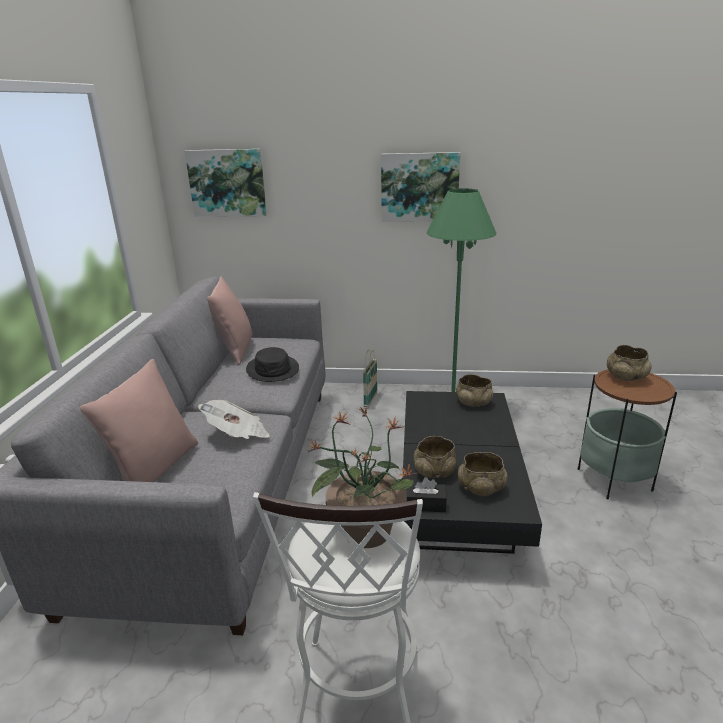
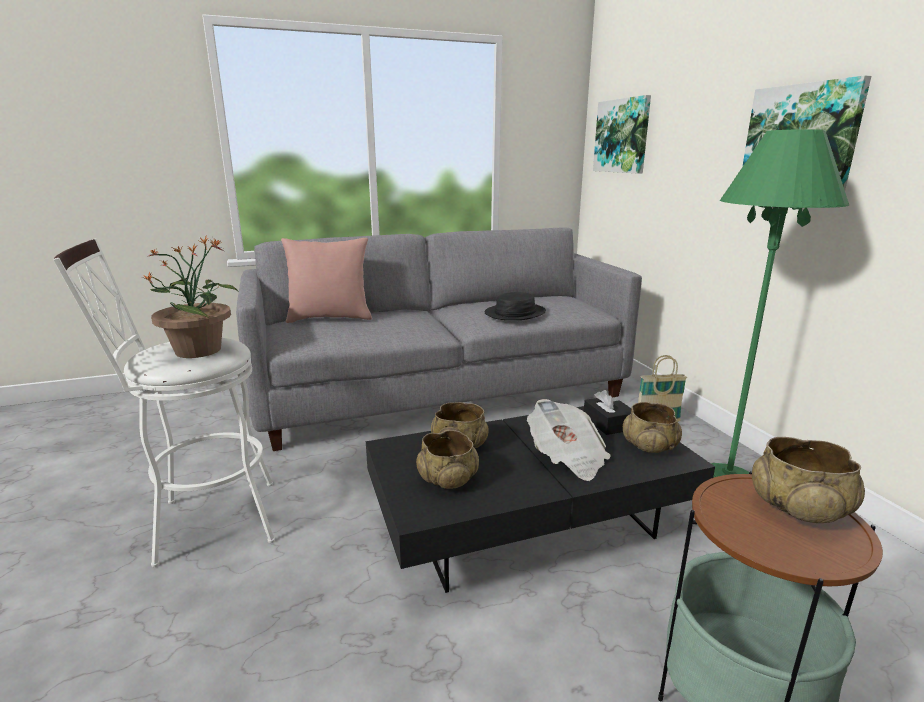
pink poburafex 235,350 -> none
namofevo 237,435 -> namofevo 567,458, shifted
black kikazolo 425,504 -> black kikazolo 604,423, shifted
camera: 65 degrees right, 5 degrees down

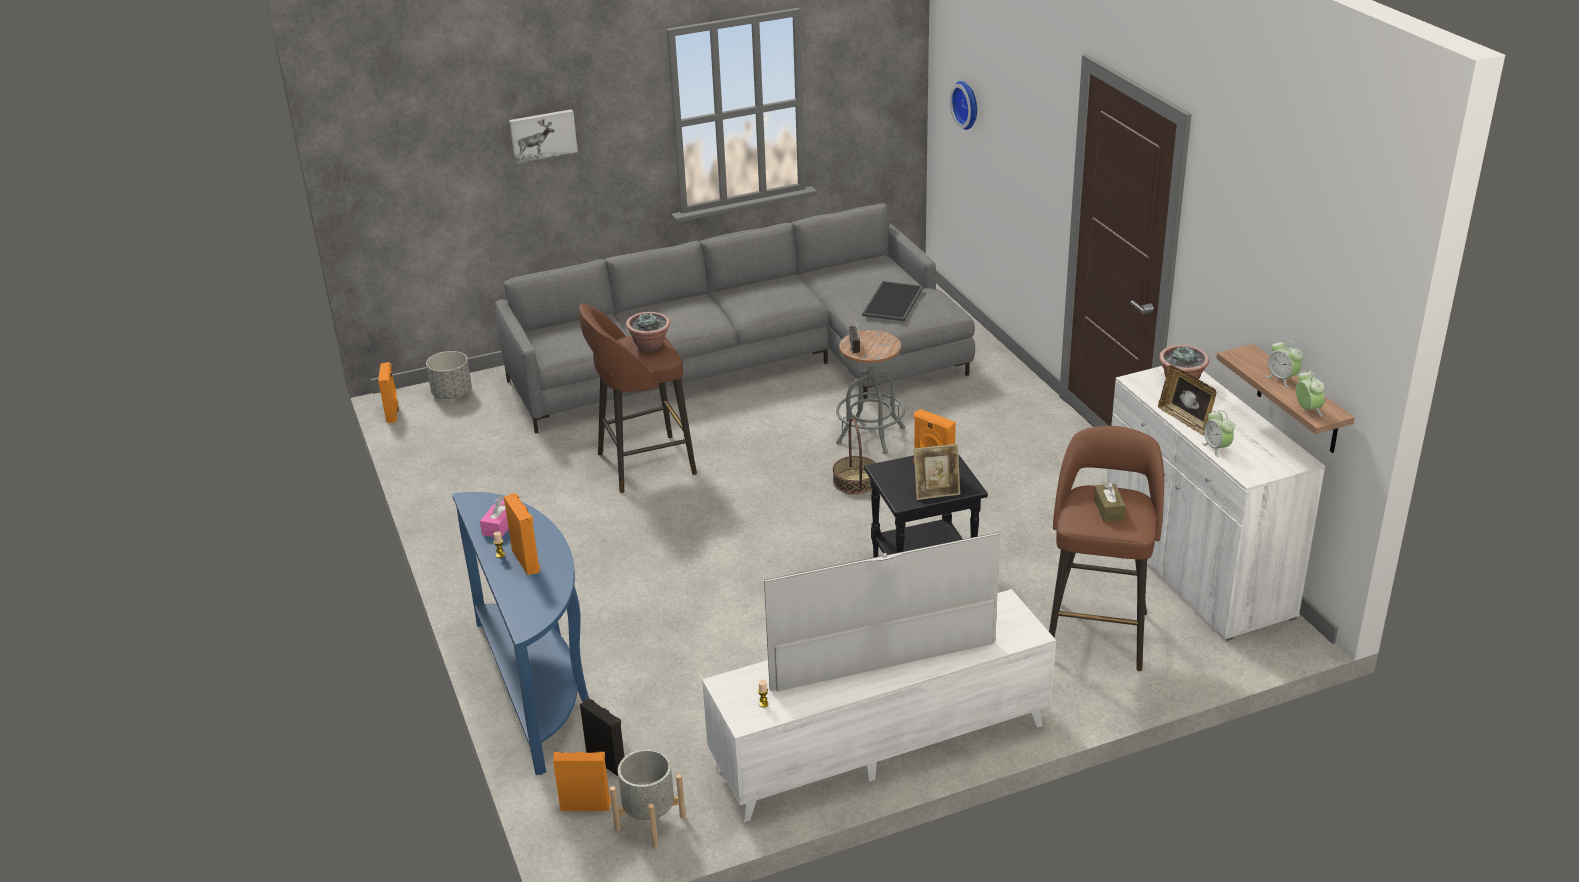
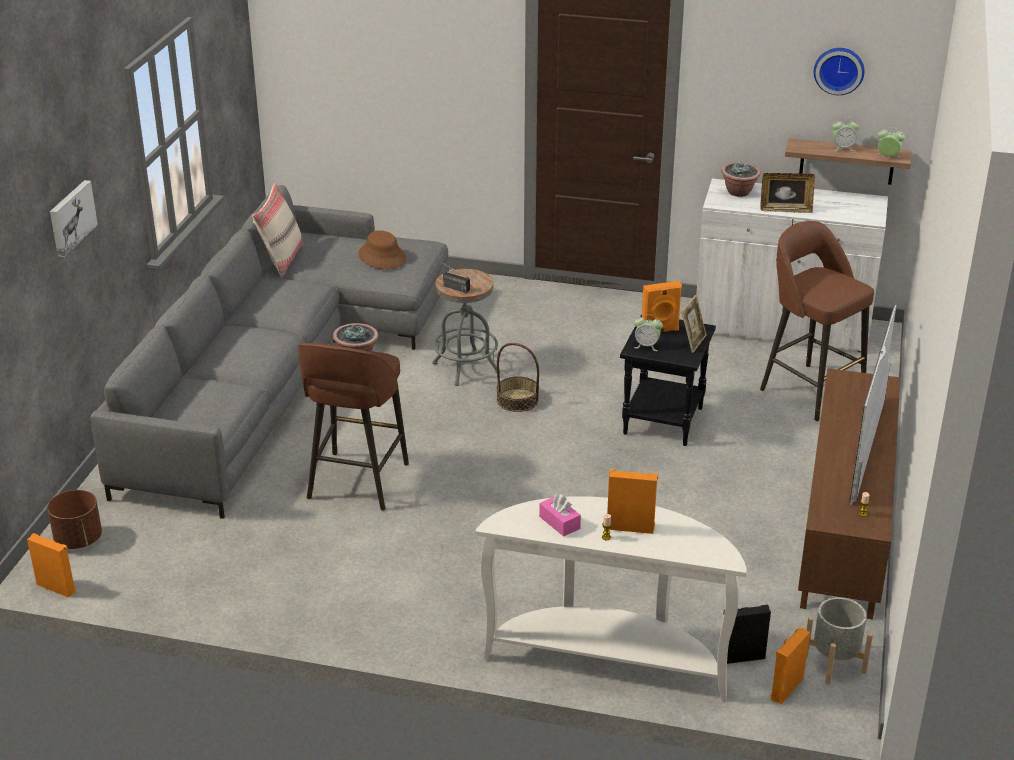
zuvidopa 967,104 -> zuvidopa 839,69, shifted
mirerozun 894,302 -> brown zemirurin 382,257
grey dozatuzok 452,394 -> brown dozatuzok 78,540
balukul 1216,448 -> balukul 646,346, shifted
brown kikazolo 1108,509 -> none
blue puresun 538,687 -> white puresun 609,657
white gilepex 881,746 -> brown gilepex 845,525
none -> beige poburafex 281,260
camera: 55 degrees left, 0 degrees up

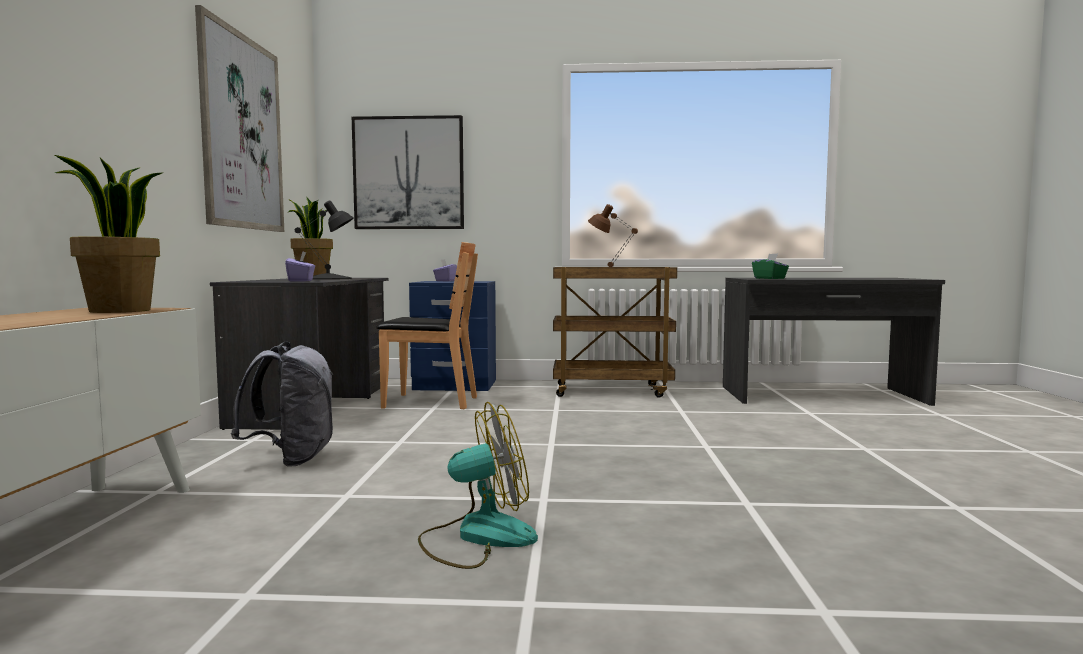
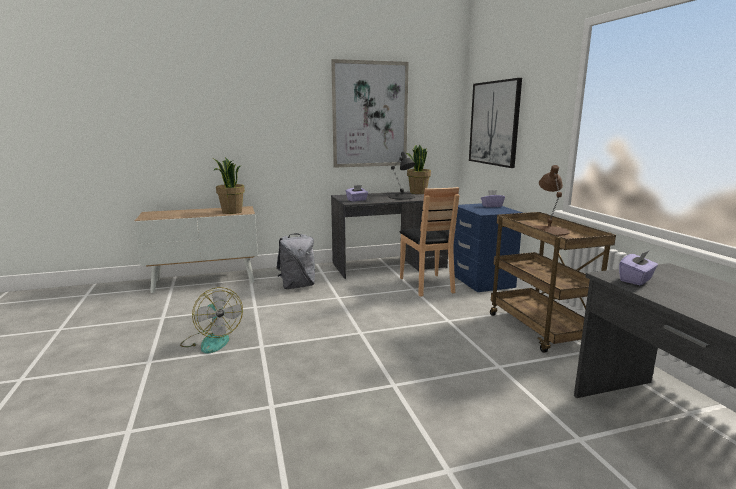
green kikazolo 769,278 -> purple kikazolo 636,280
camera: 70 degrees right, 10 degrees up

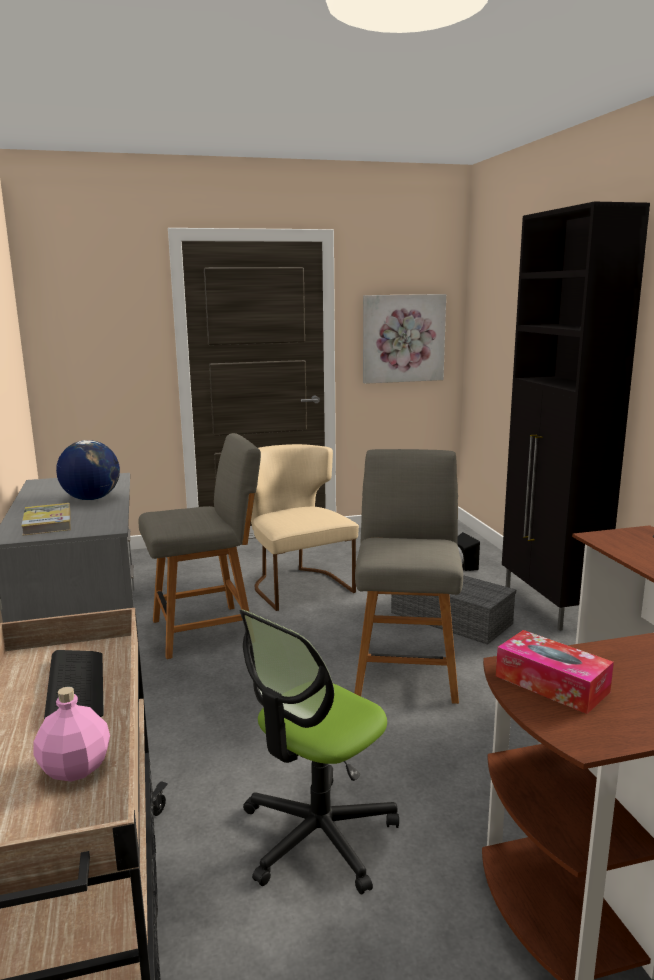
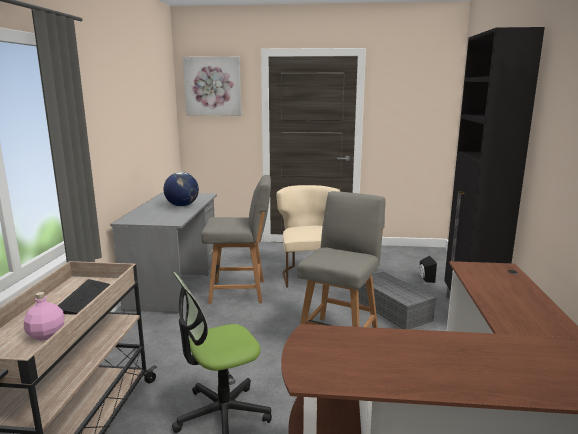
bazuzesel 403,338 -> bazuzesel 213,86, shifted
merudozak 47,522 -> none
kikazolo 551,684 -> none
camera: 20 degrees right, 0 degrees up

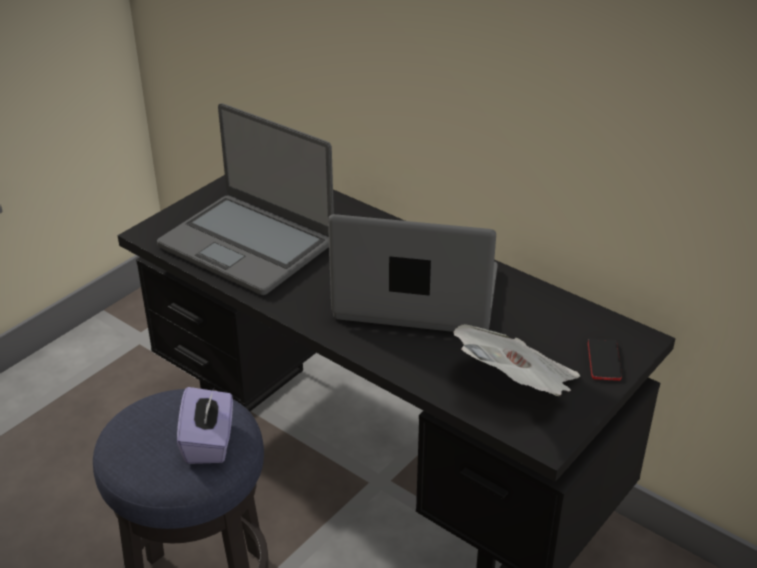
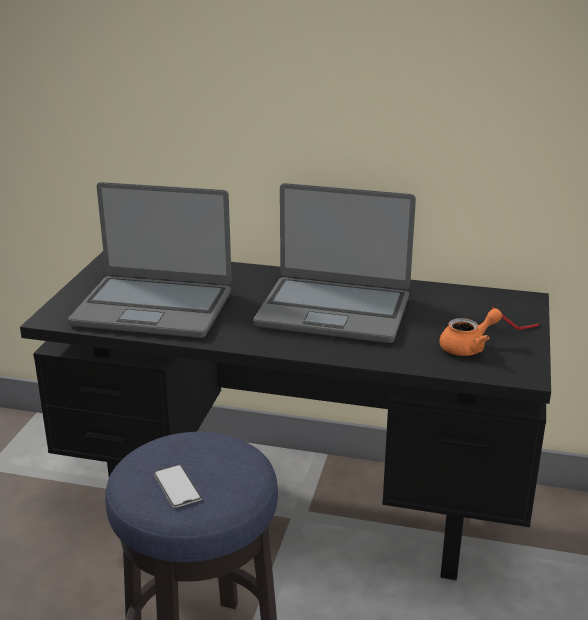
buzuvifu 416,296 -> buzuvifu 334,310, 150 degrees counterclockwise
namofevo 517,385 -> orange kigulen 468,347
purple kikazolo 209,442 -> none
none -> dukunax 177,486
camera: 25 degrees left, 10 degrees down

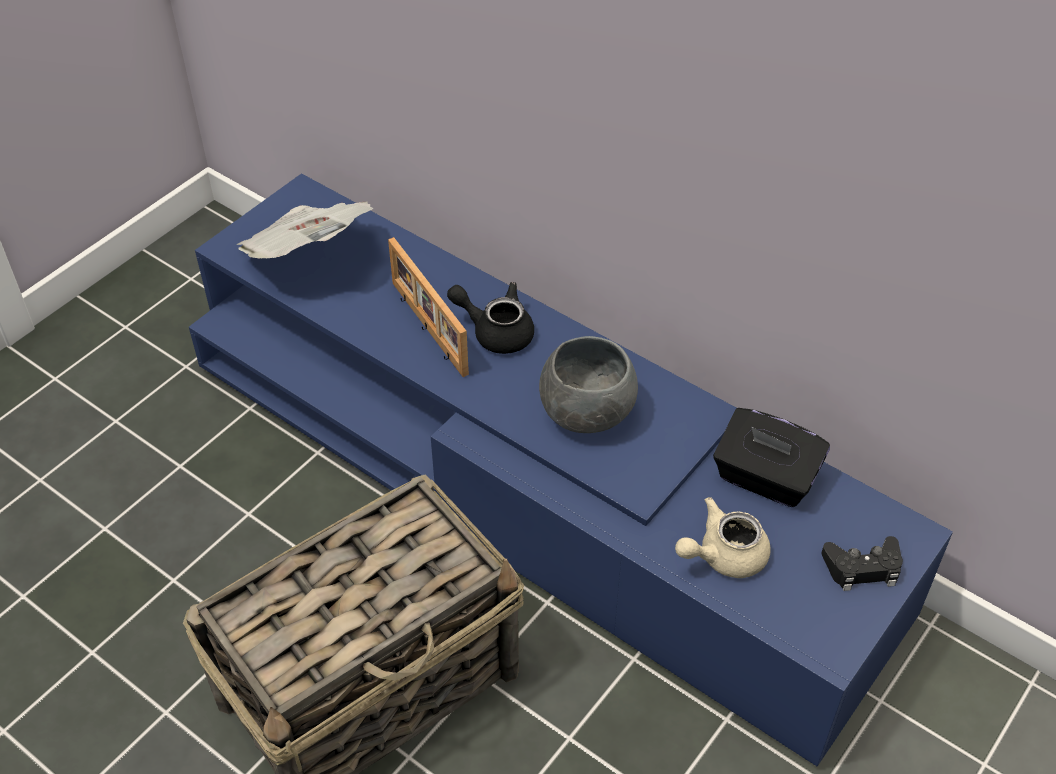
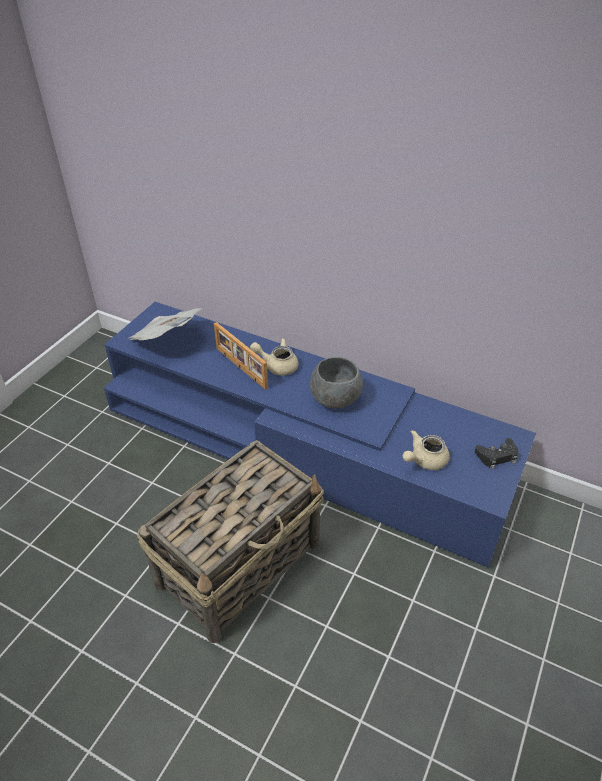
black kigulen 496,331 -> beige kigulen 277,365
black kikazolo 765,478 -> none
camera: 10 degrees left, 5 degrees down

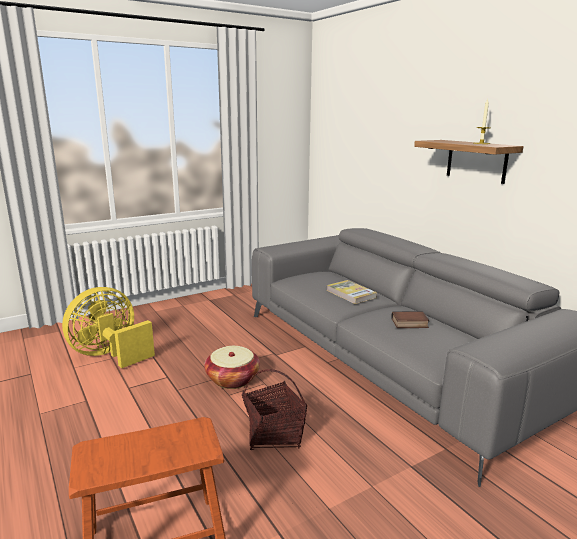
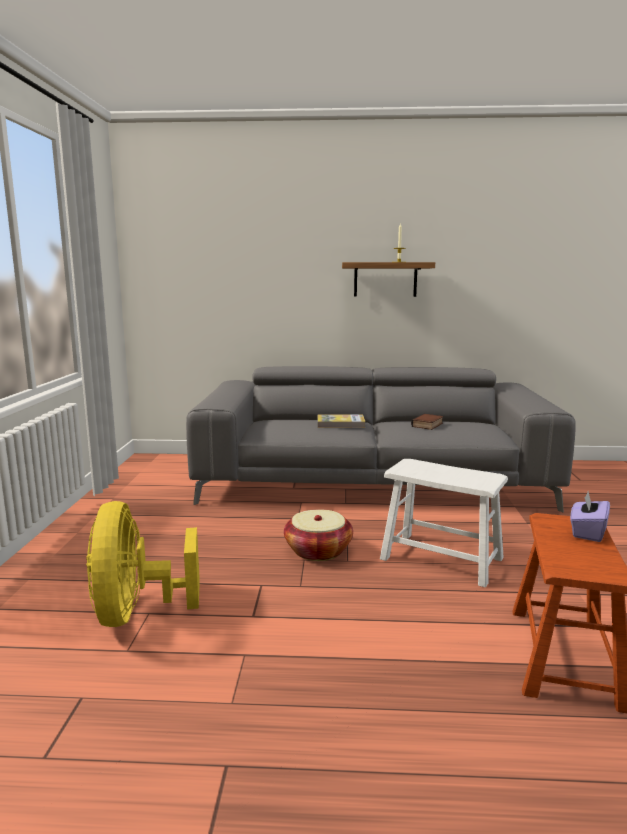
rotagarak 274,434 -> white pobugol 441,558
none -> purple kikazolo 587,532
camera: 55 degrees left, 5 degrees down

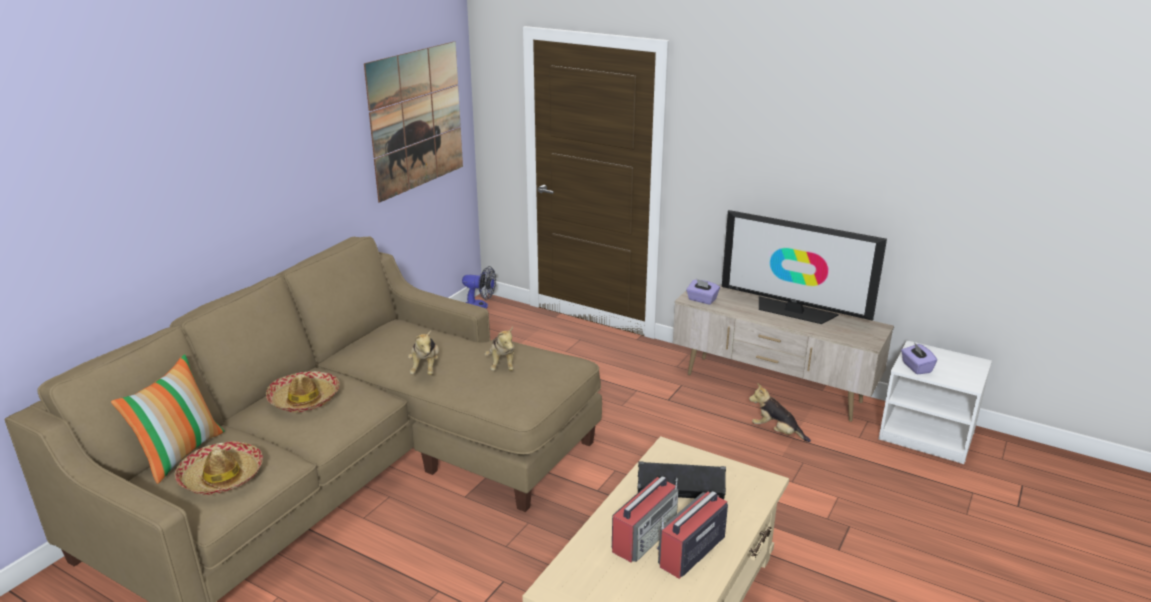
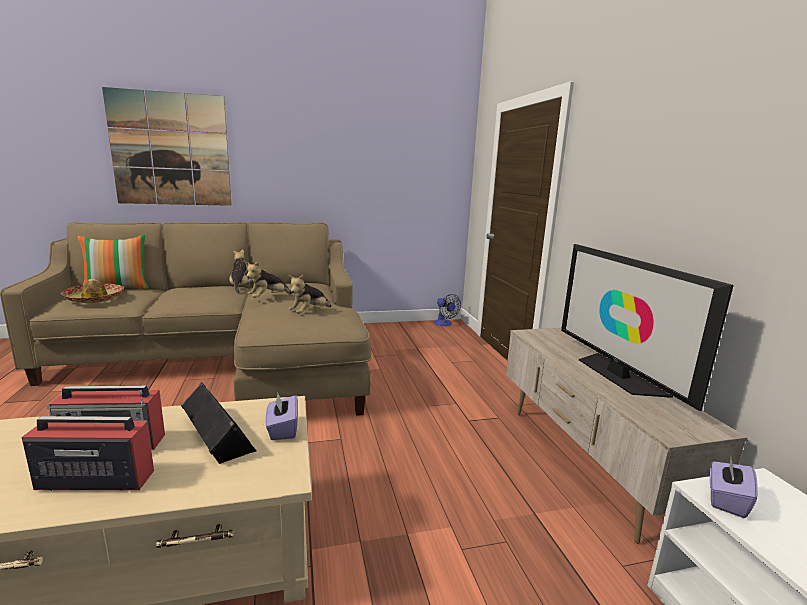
bazuzesel 416,119 -> bazuzesel 171,150, shifted
purple kikazolo 702,300 -> purple kikazolo 282,429, shifted
zemirurin 304,399 -> none
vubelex 776,432 -> vubelex 240,287, shifted
camera: 45 degrees right, 10 degrees down

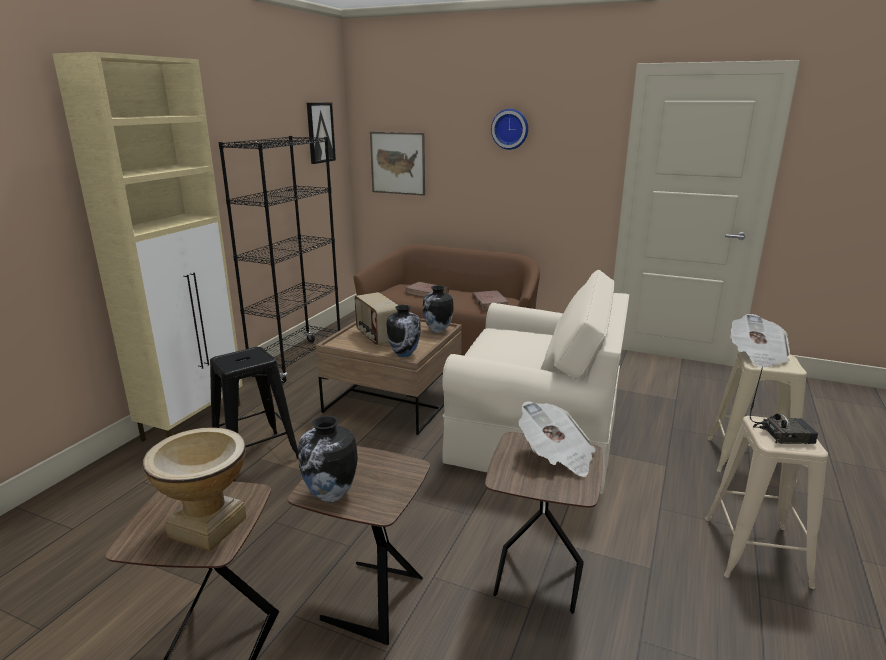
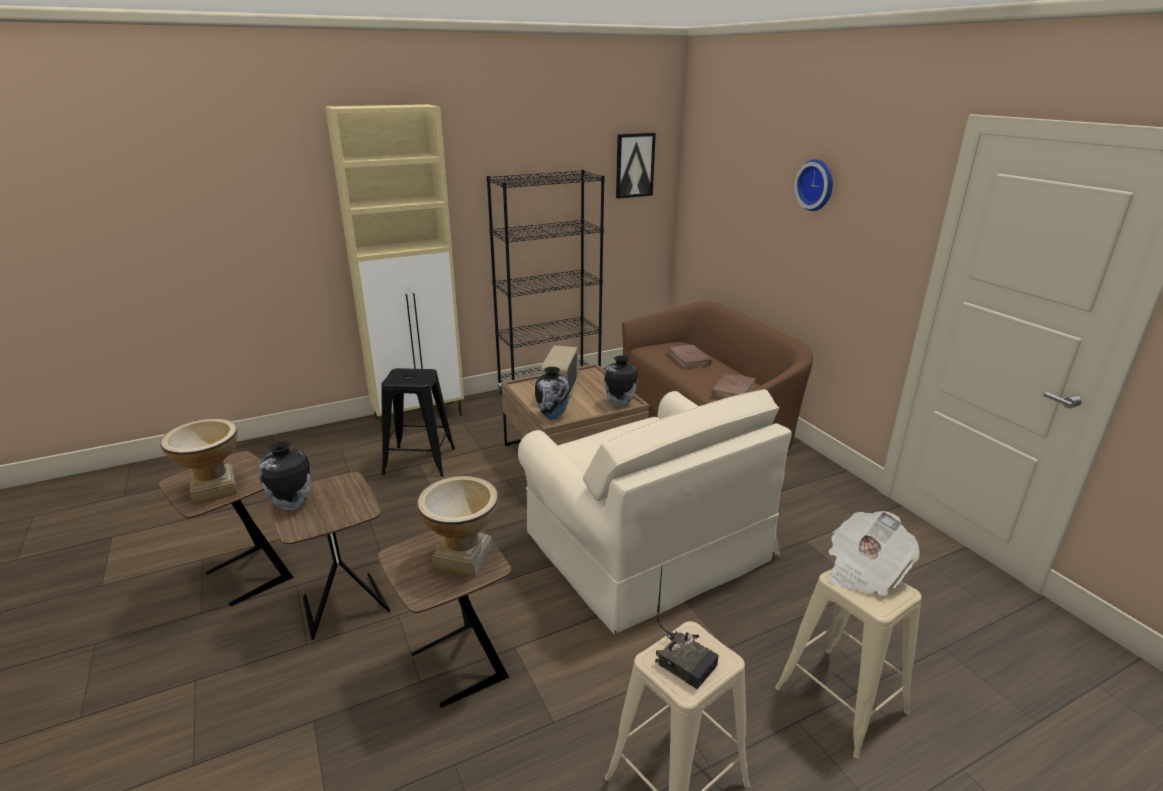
bazuzesel 397,163 -> none
namofevo 556,456 -> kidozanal 463,559
camera: 40 degrees right, 5 degrees up

